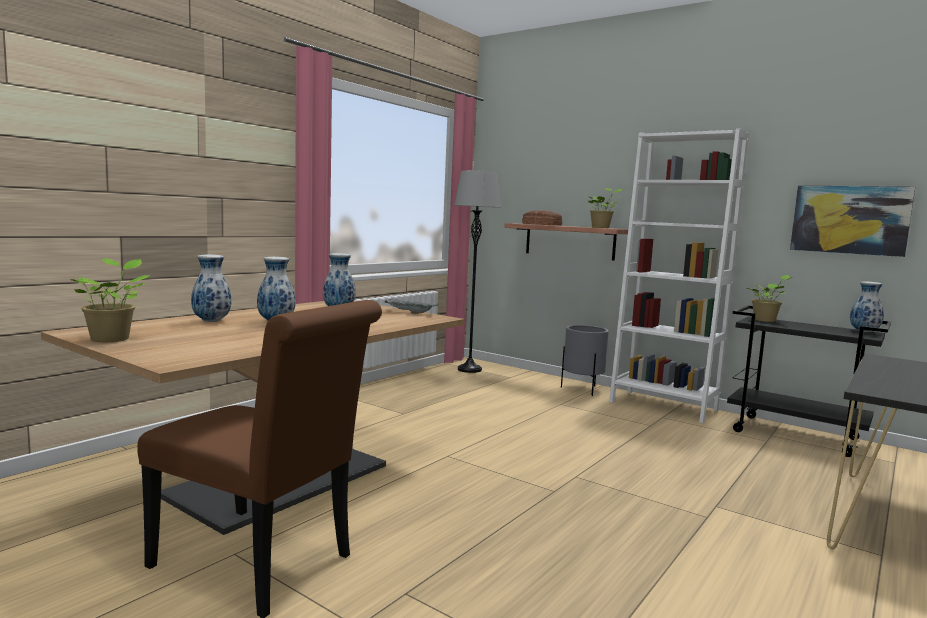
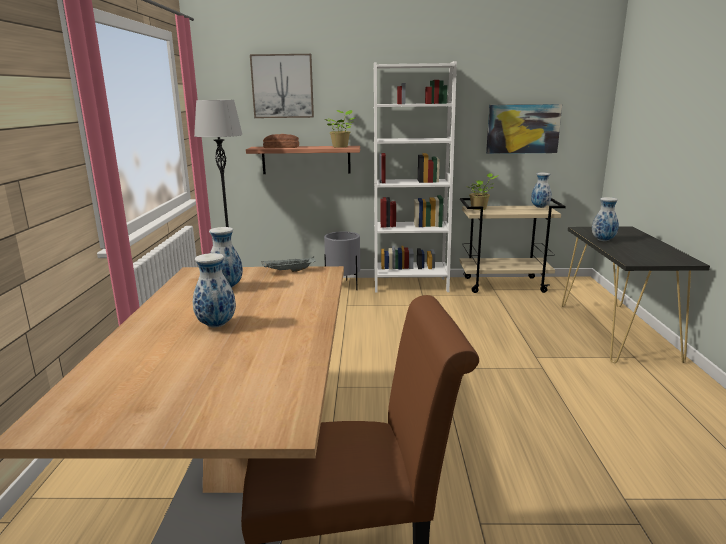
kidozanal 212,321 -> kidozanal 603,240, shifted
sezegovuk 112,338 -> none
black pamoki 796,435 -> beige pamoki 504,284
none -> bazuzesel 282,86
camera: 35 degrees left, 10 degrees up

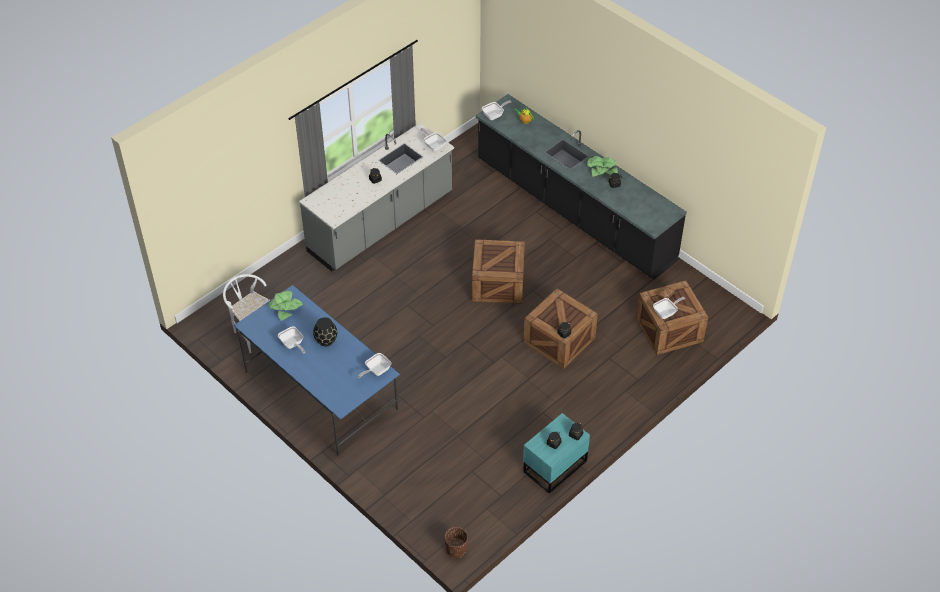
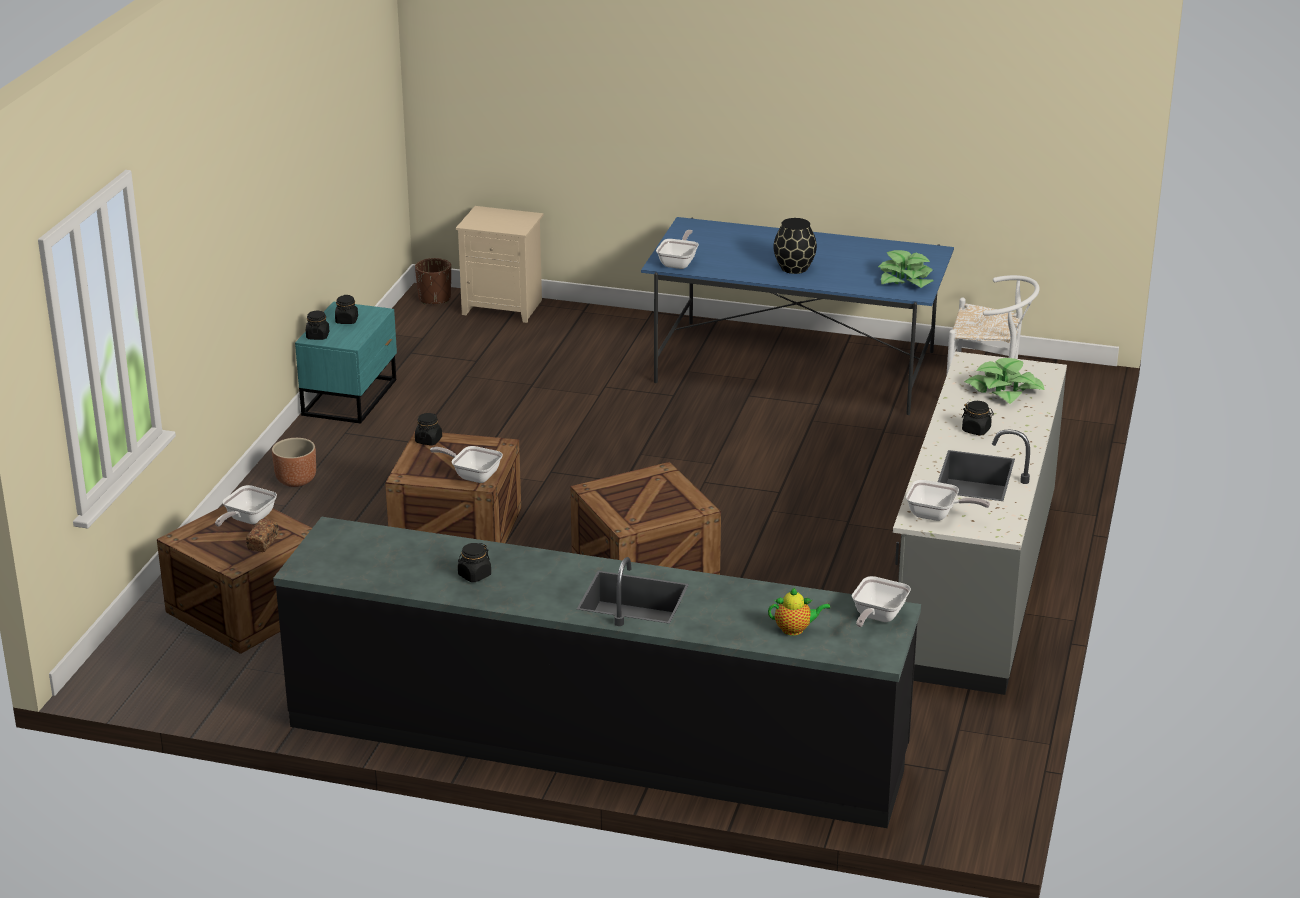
sezegovuk 602,169 -> sezegovuk 1004,391, shifted
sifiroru 292,345 -> sifiroru 472,475, shifted
none -> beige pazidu 504,307
none -> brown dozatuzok 296,481
camera: 150 degrees right, 20 degrees down

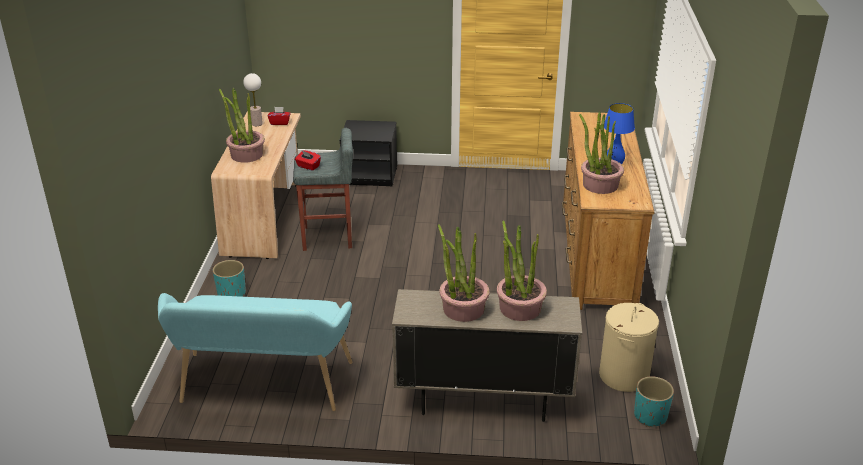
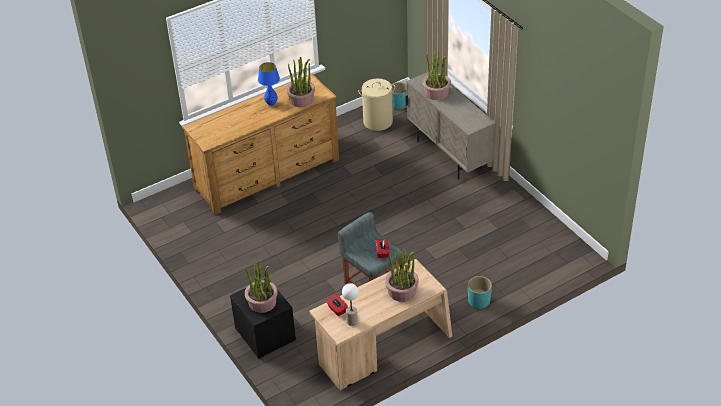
sezegovuk 463,308 -> sezegovuk 262,303, shifted
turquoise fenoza 263,387 -> none
camera: 125 degrees left, 10 degrees up

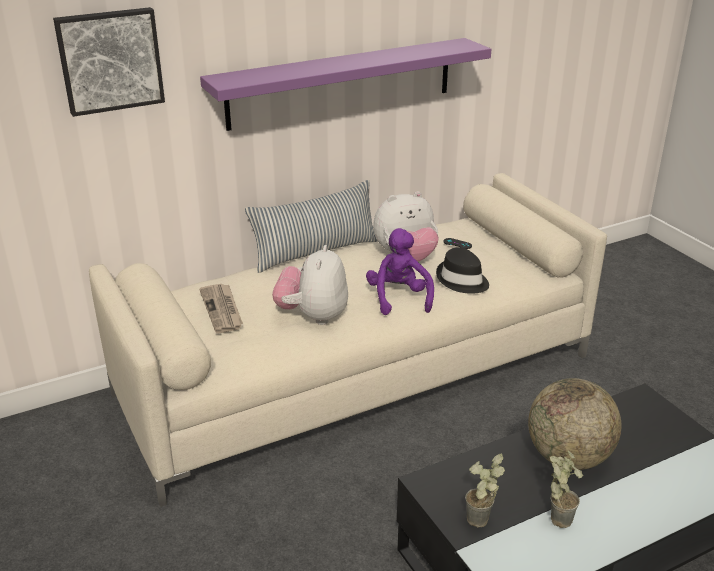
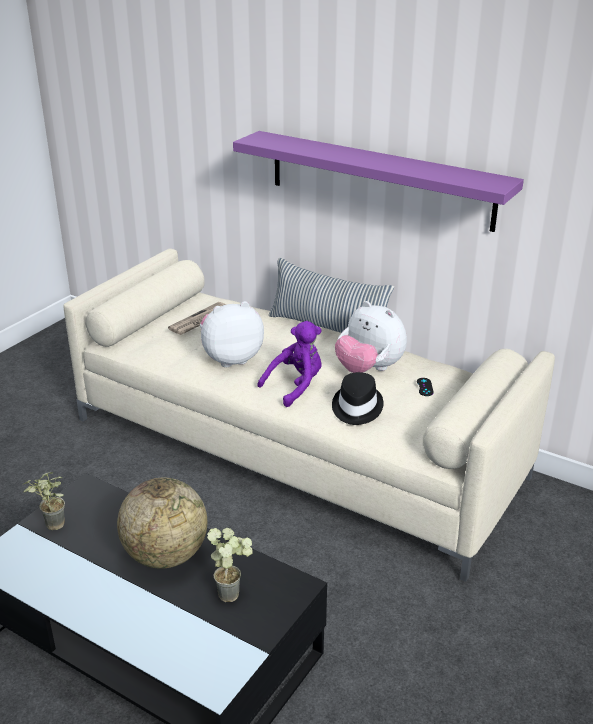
bazuzesel 110,60 -> none
sezegovuk 557,516 -> sezegovuk 233,592, shifted
camera: 60 degrees right, 0 degrees up

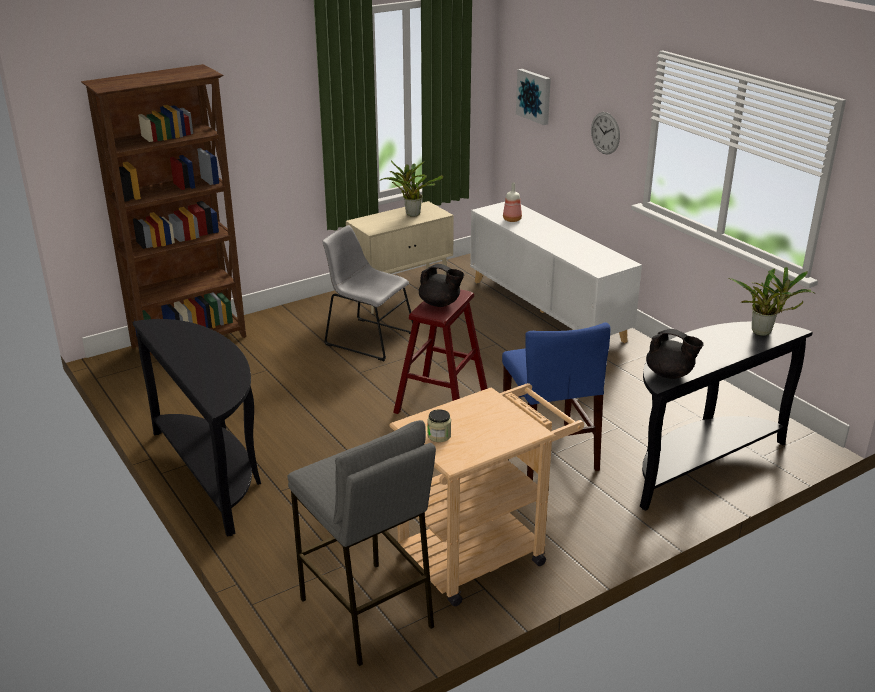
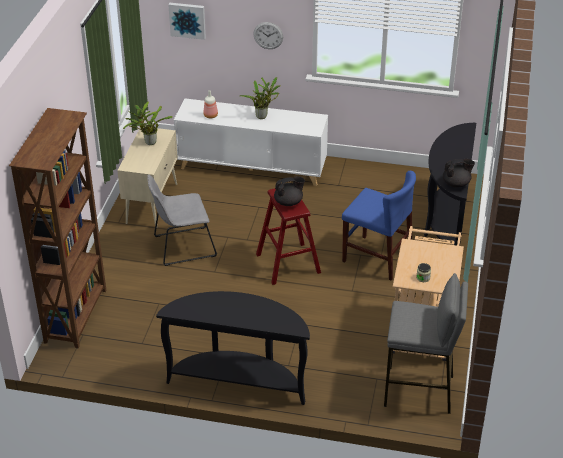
sezegovuk 764,332 -> sezegovuk 263,116, shifted
camera: 45 degrees left, 10 degrees up

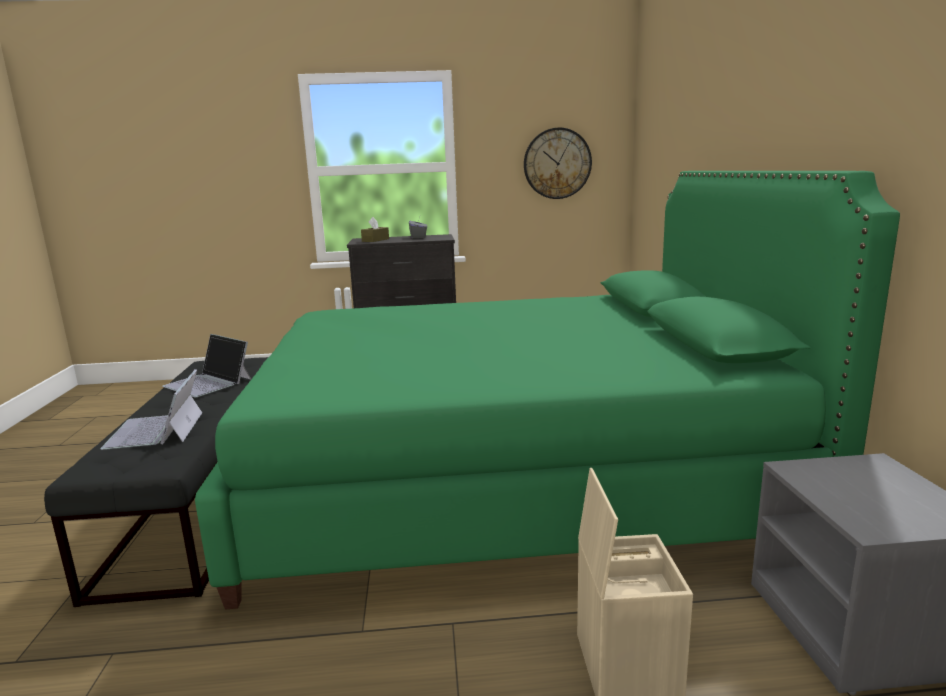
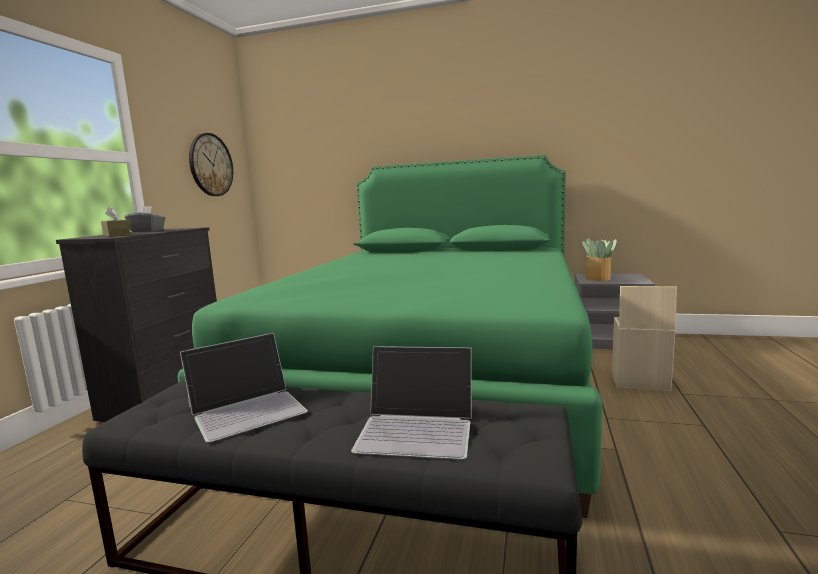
none -> sezegovuk 597,278
camera: 70 degrees left, 5 degrees down

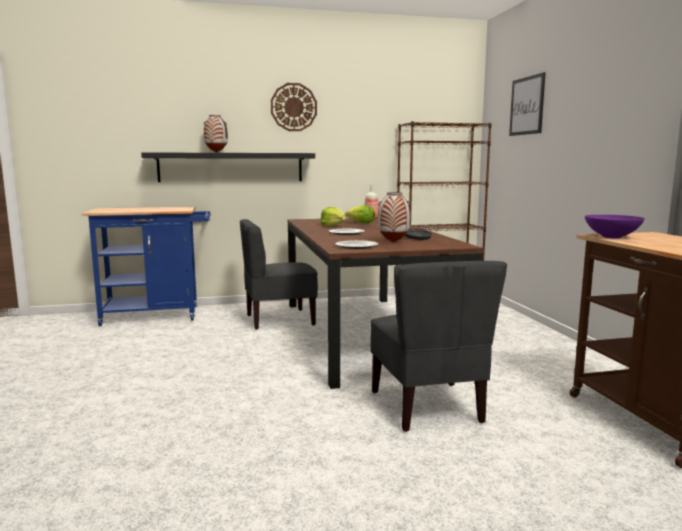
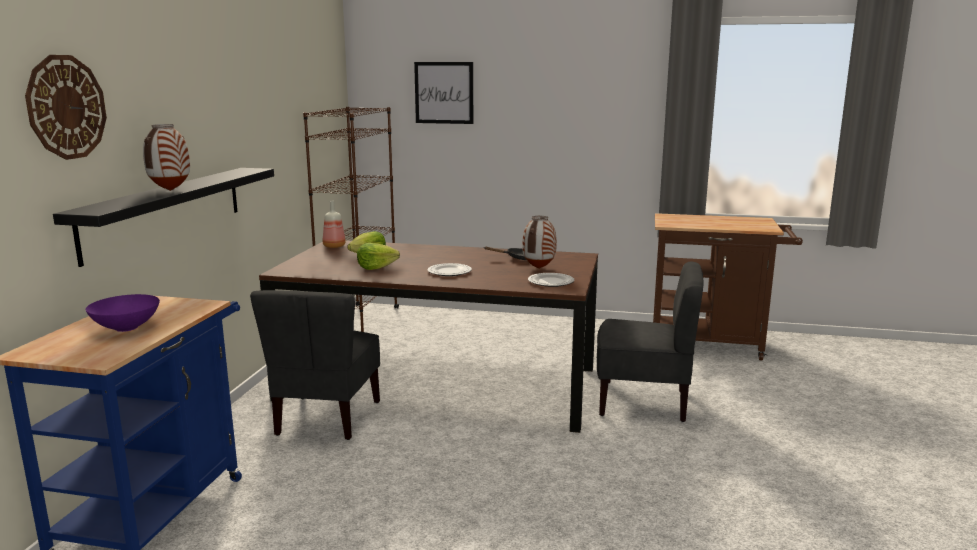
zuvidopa 293,107 -> zuvidopa 66,107, shifted
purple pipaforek 611,237 -> purple pipaforek 125,328, shifted
camera: 65 degrees left, 5 degrees up

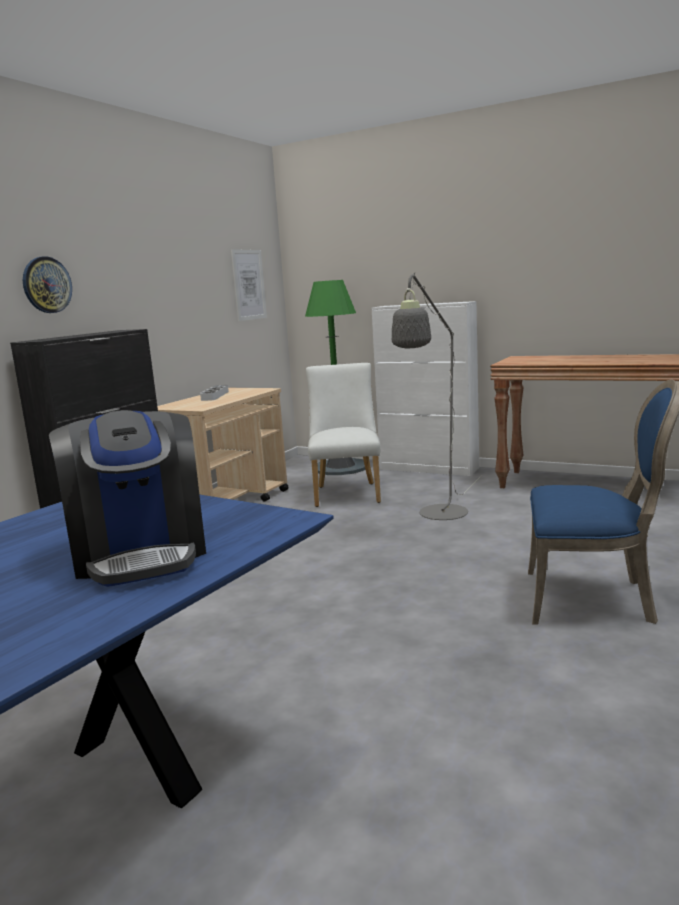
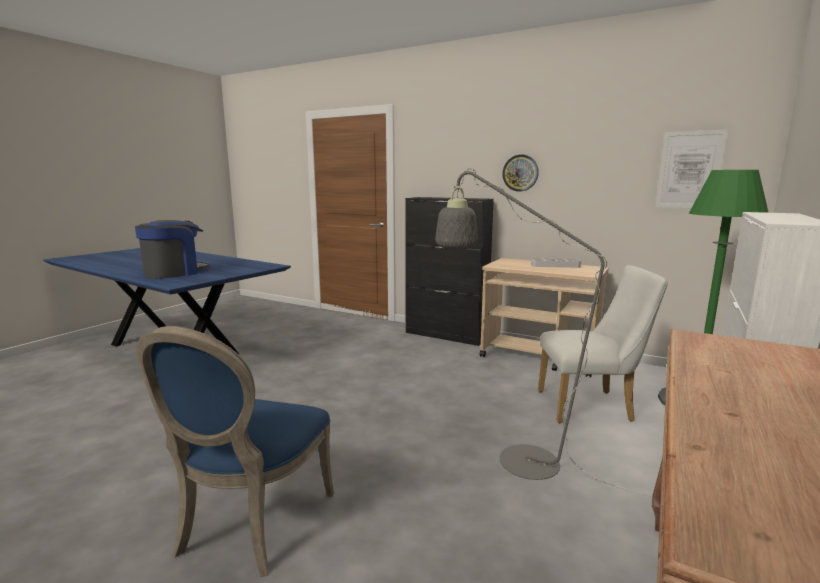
zuvidopa 46,285 -> zuvidopa 520,173, shifted
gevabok 140,554 -> gevabok 175,272, 150 degrees clockwise
camera: 90 degrees right, 0 degrees up

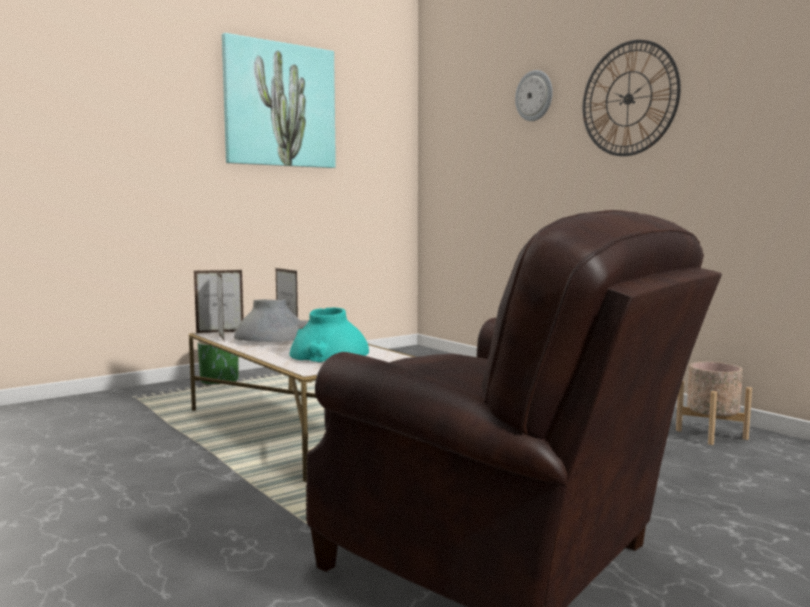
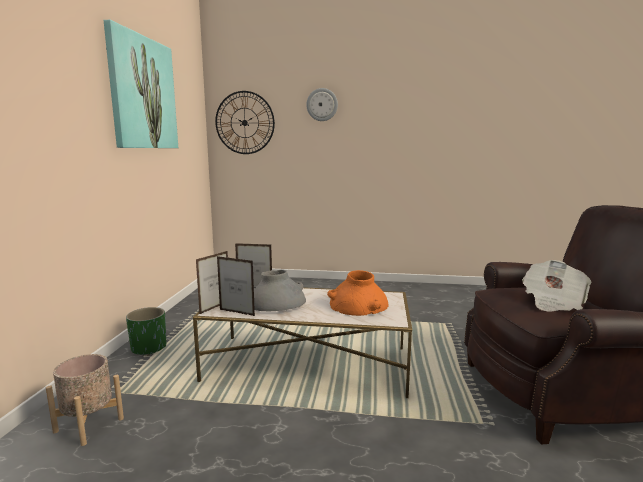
zuvidopa 628,99 -> zuvidopa 244,123, shifted
turquoise kidozanal 329,355 -> orange kidozanal 358,305
beige dozatuzok 711,434 -> beige dozatuzok 88,425, shifted
none -> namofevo 552,302
camera: 45 degrees left, 5 degrees up

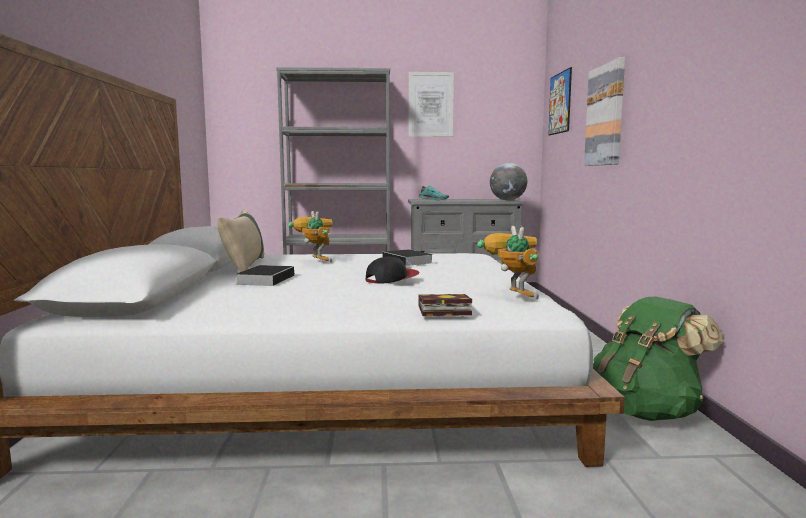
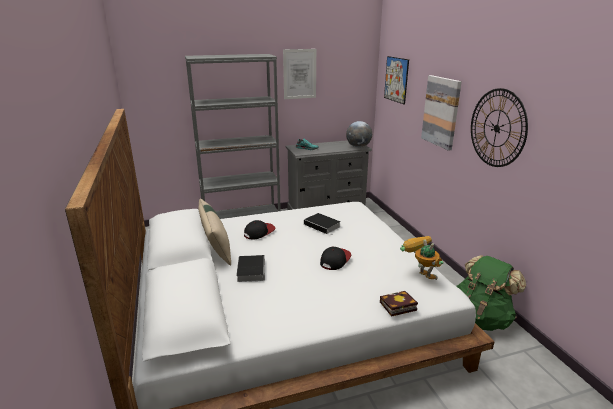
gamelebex 314,261 -> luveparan 259,232
none -> zuvidopa 497,128
camera: 15 degrees left, 15 degrees up

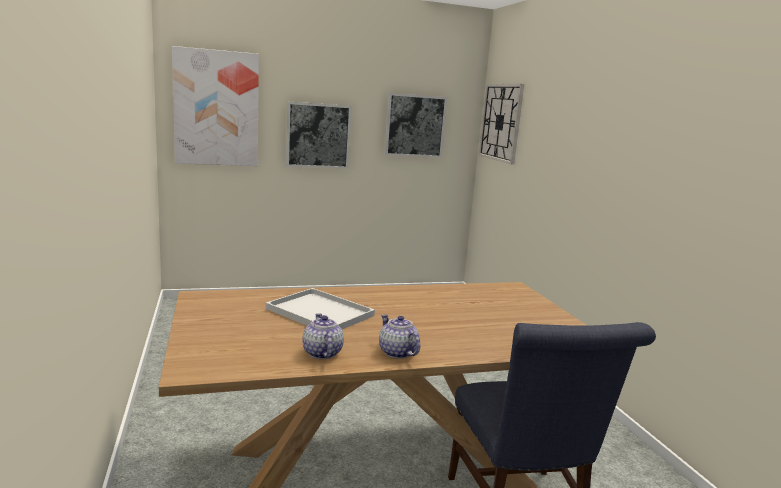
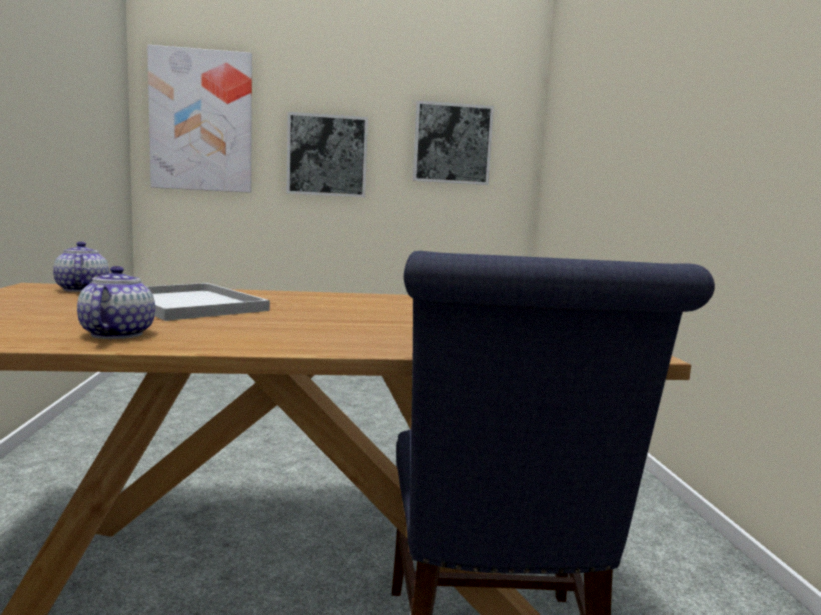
zuvidopa 501,122 -> none
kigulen 397,352 -> kigulen 81,289, shifted
camera: 10 degrees right, 5 degrees down

